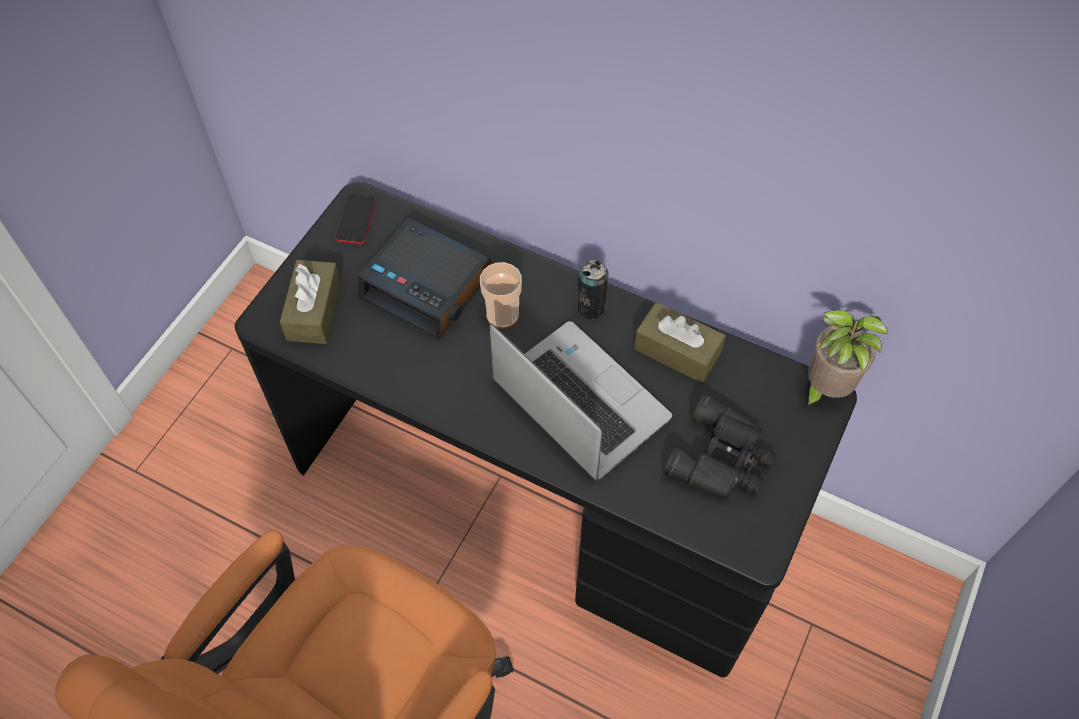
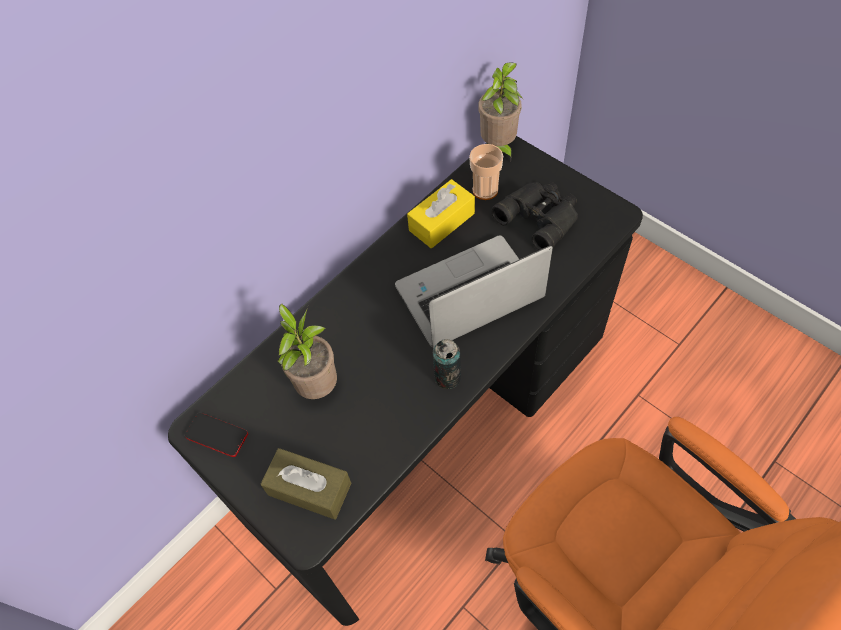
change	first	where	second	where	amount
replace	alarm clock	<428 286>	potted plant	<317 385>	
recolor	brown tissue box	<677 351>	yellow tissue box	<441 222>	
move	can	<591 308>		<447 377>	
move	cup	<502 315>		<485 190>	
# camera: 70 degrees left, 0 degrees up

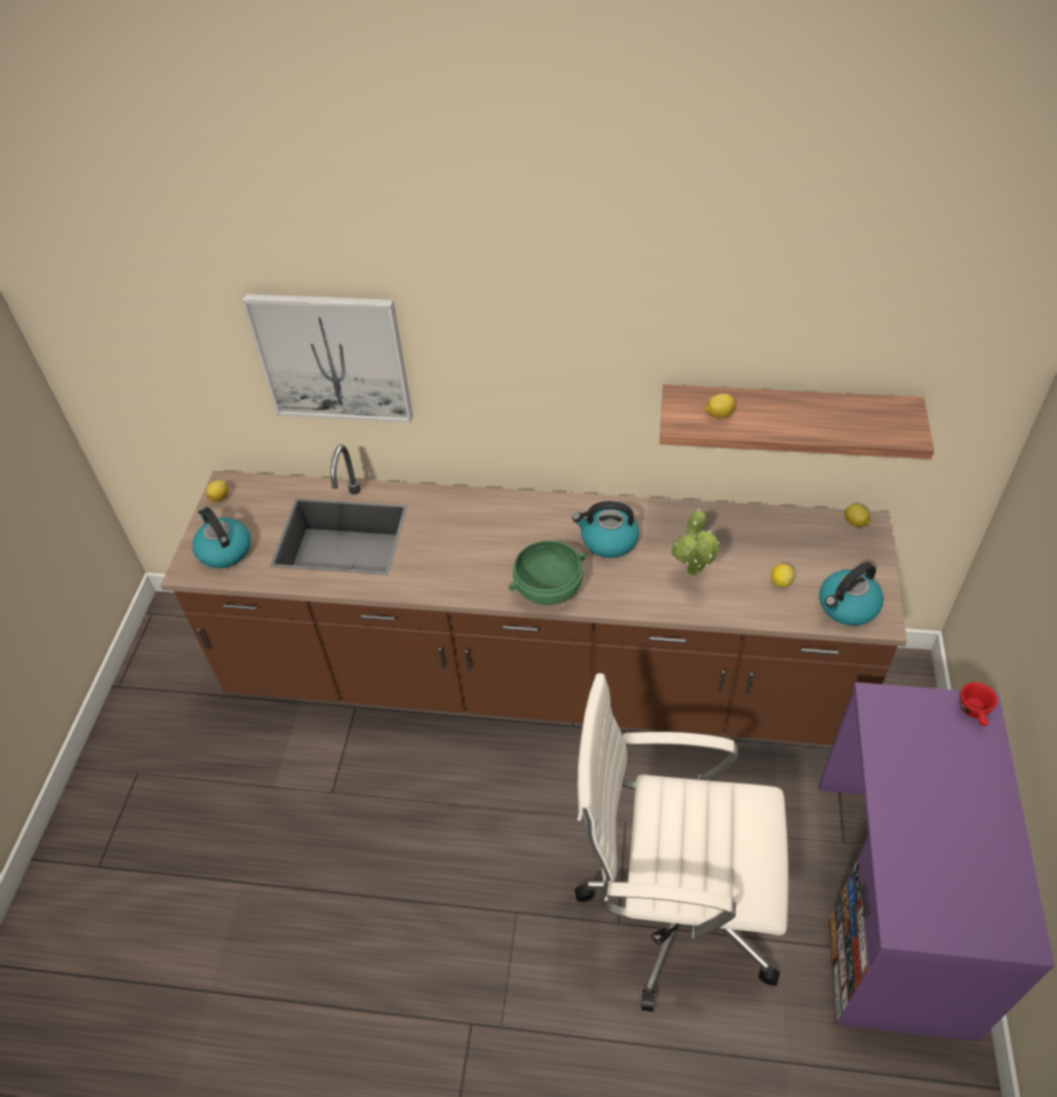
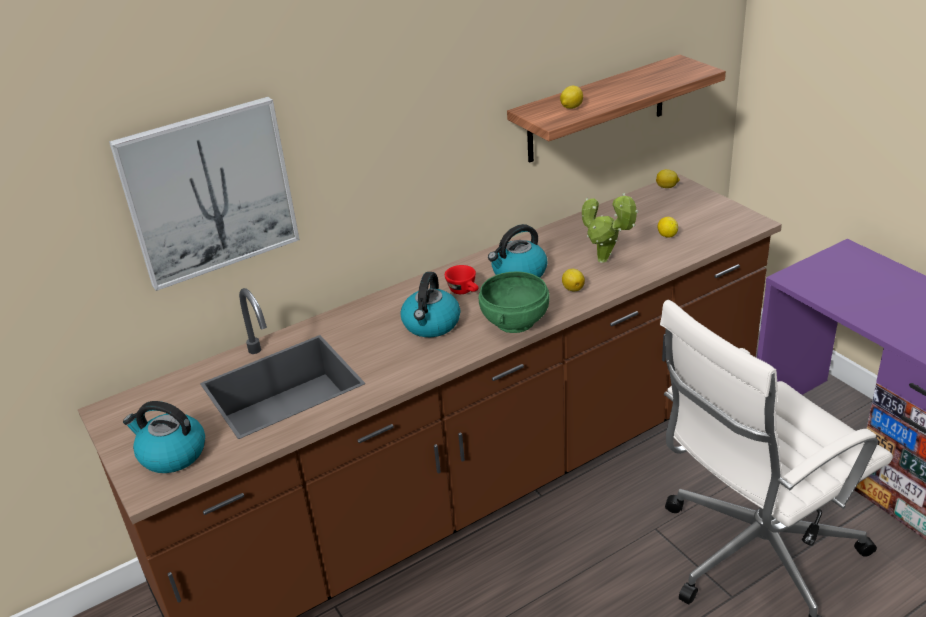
change	first	where	second	where	amount
move	kettle	<847 607>		<431 325>	
move	red cup	<975 713>		<465 291>	
move	lemon	<220 497>		<573 288>	
# camera: 40 degrees left, 15 degrees down

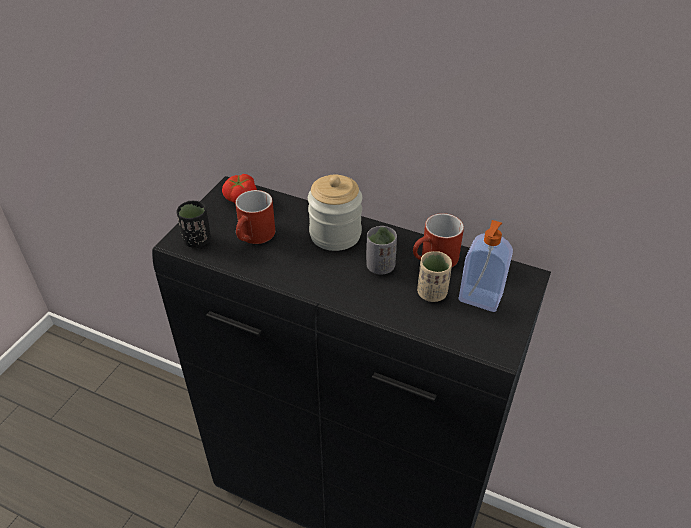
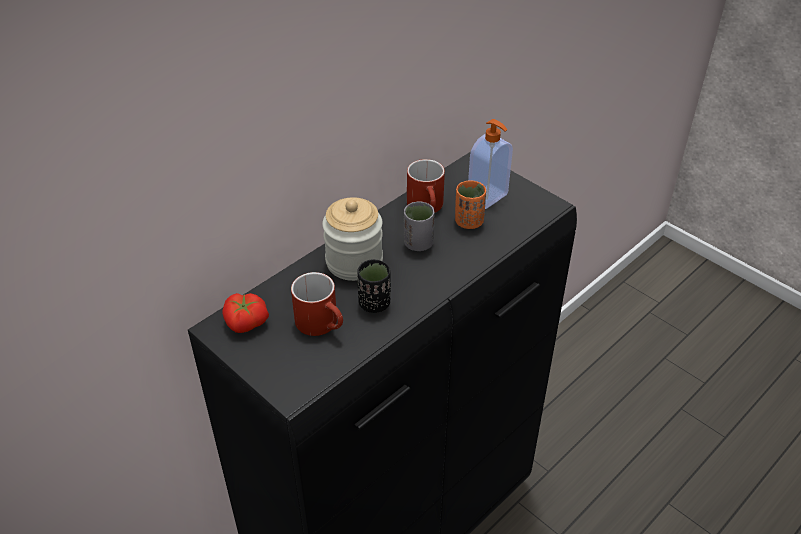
change	first	where	second	where	amount
move	black cup	<197 240>		<374 303>	
recolor	beige cup	<432 293>	orange cup	<469 222>	
# camera: 70 degrees left, 0 degrees up

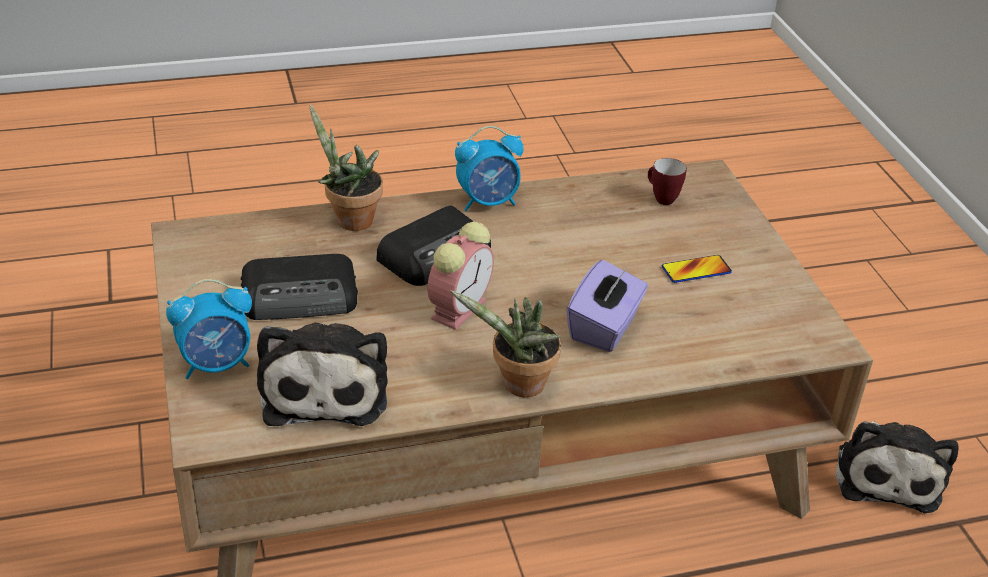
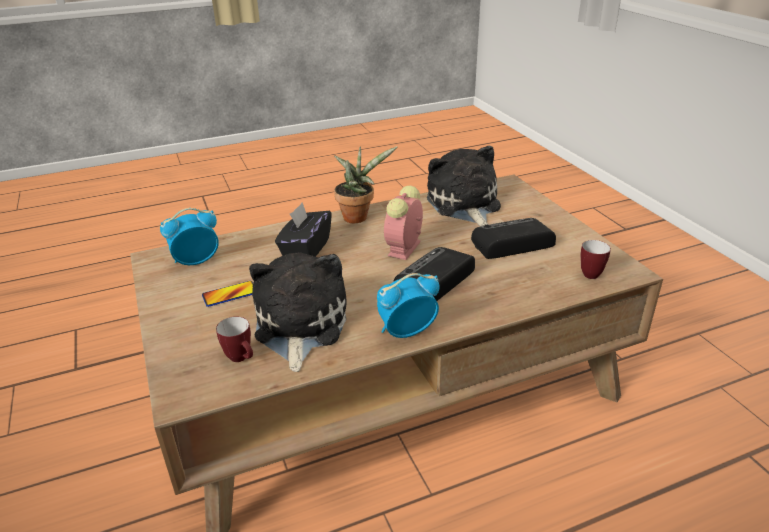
change	first	where	second	where	amount
move	alarm clock	<217 364>		<196 261>	
move	plush toy	<887 474>		<299 326>	
recolor	purple tissue box	<604 327>	black tissue box	<305 249>	
insert			mug	<590 273>	
delete	potted plant	<349 220>			
# camera: 175 degrees right, 5 degrees down

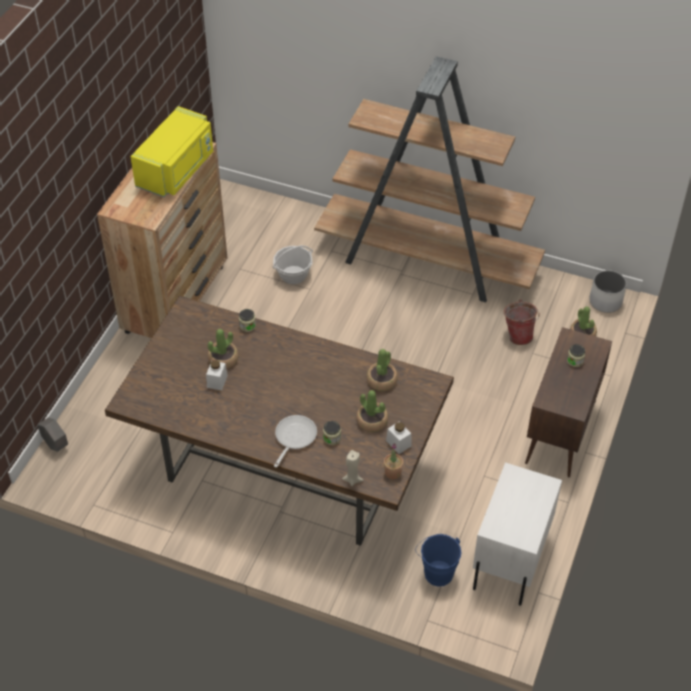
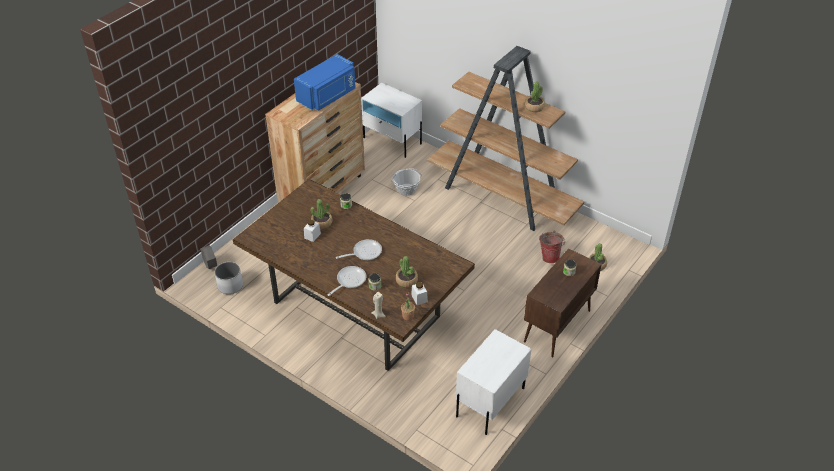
change	first	where	second	where	amount
move	white planter	<605 301>		<230 285>	
recolor	yellow microwave	<177 170>	blue microwave	<328 96>	
insert			frying pan	<364 252>	
insert			white nightstand	<392 141>	
move	potted plant	<382 381>		<534 107>	
delete	blue bucket	<436 571>			
# camera: 15 degrees right, 5 degrees down

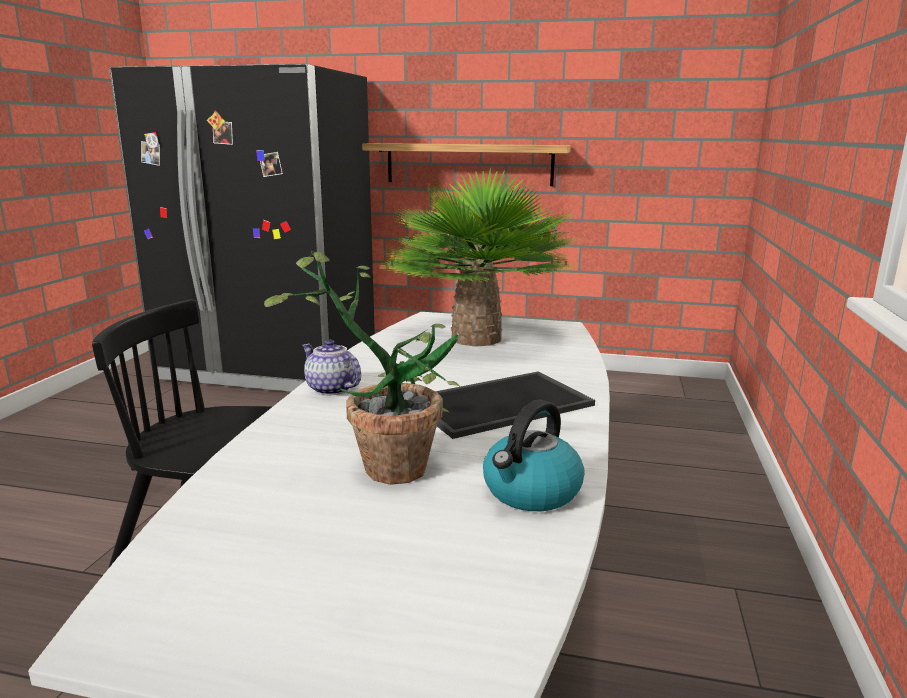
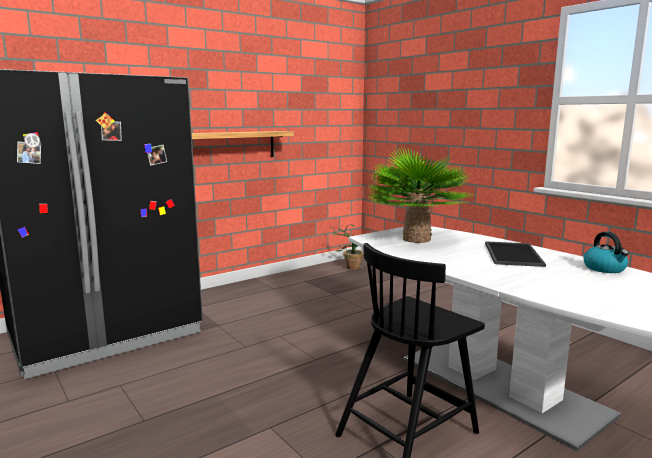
change	first	where	second	where	amount
move	potted plant	<384 463>		<349 267>	
delete	teapot	<330 389>			
# camera: 50 degrees left, 5 degrees down

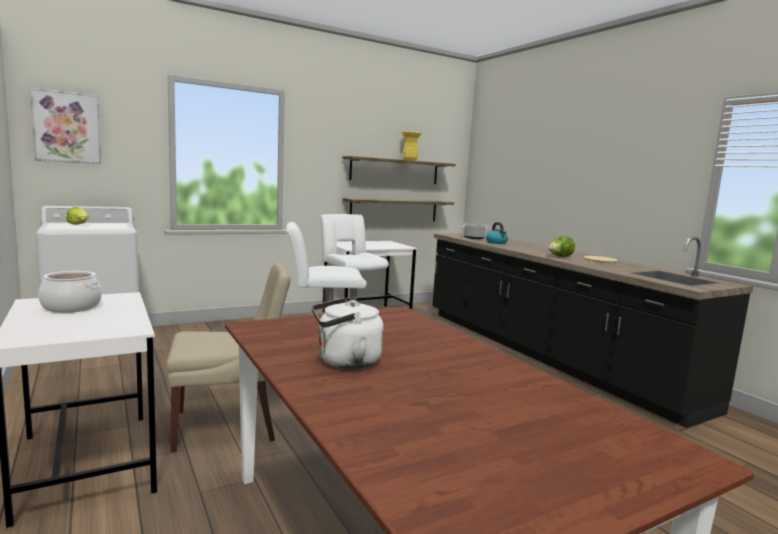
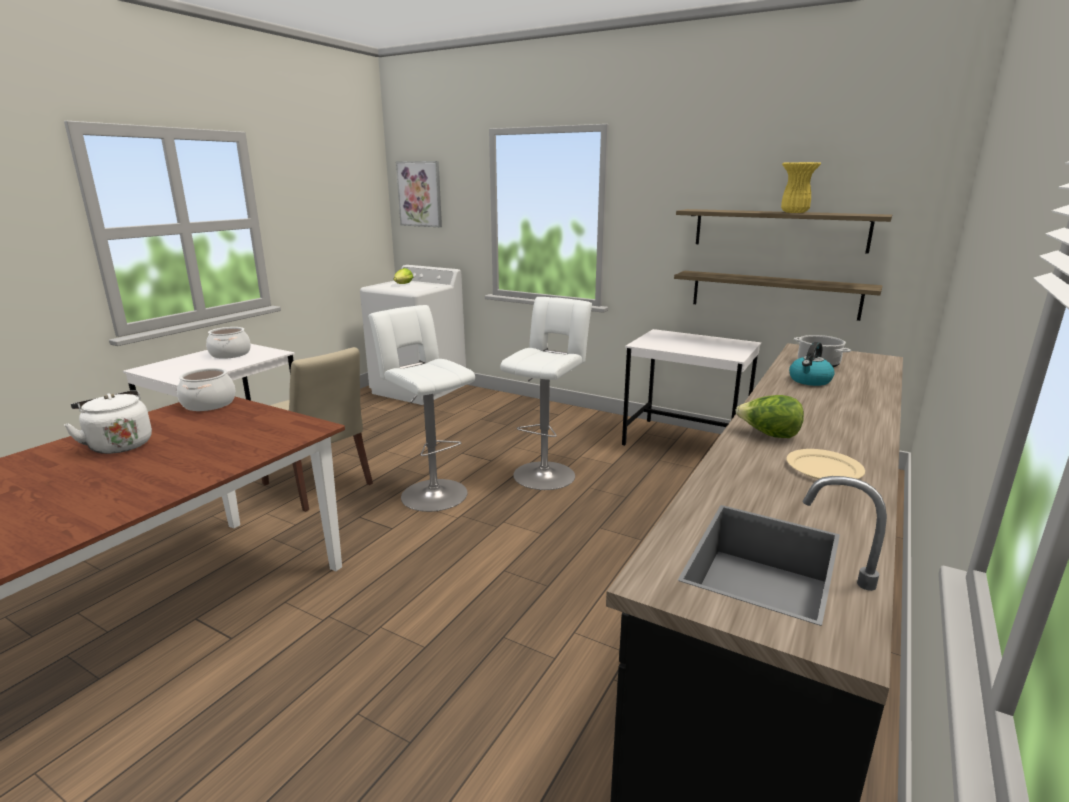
change	first	where	second	where	amount
insert			cooking pot	<209 404>	
# camera: 60 degrees right, 10 degrees up

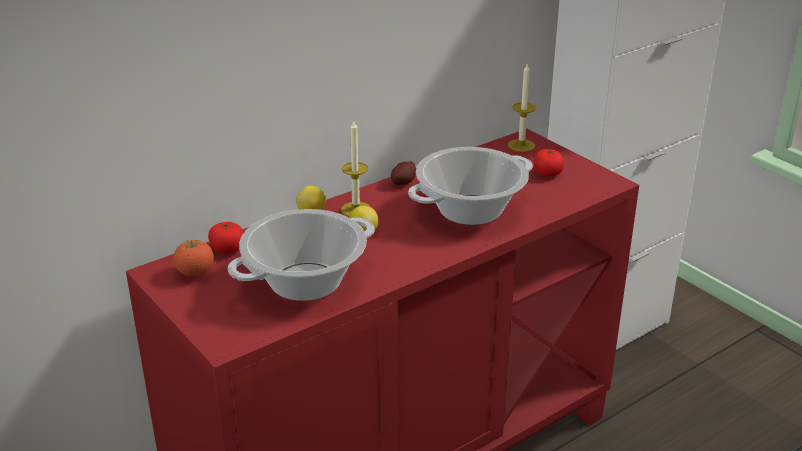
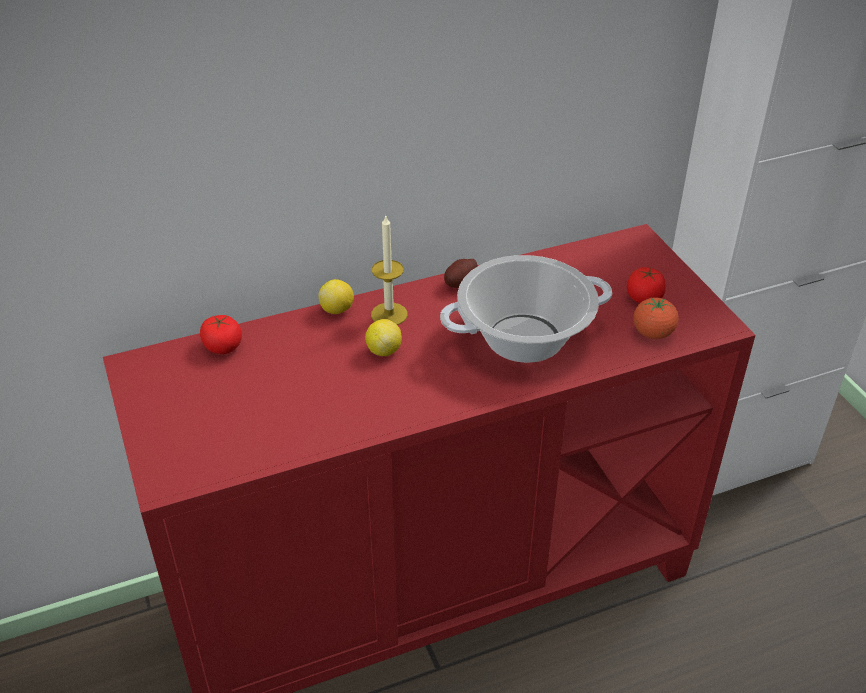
change	first	where	second	where	amount
move	tomato	<195 273>		<653 333>	
delete	cooking pot	<306 282>			
delete	candle	<521 145>			
# camera: 15 degrees right, 10 degrees up

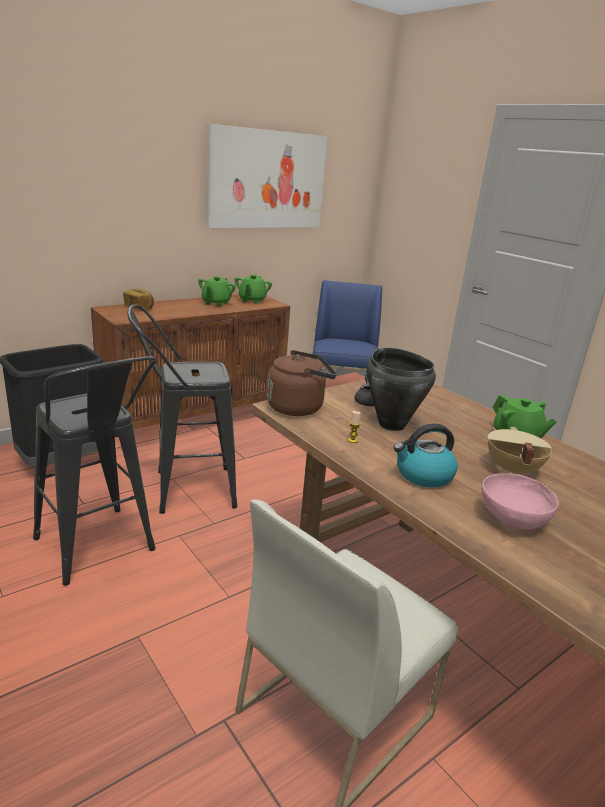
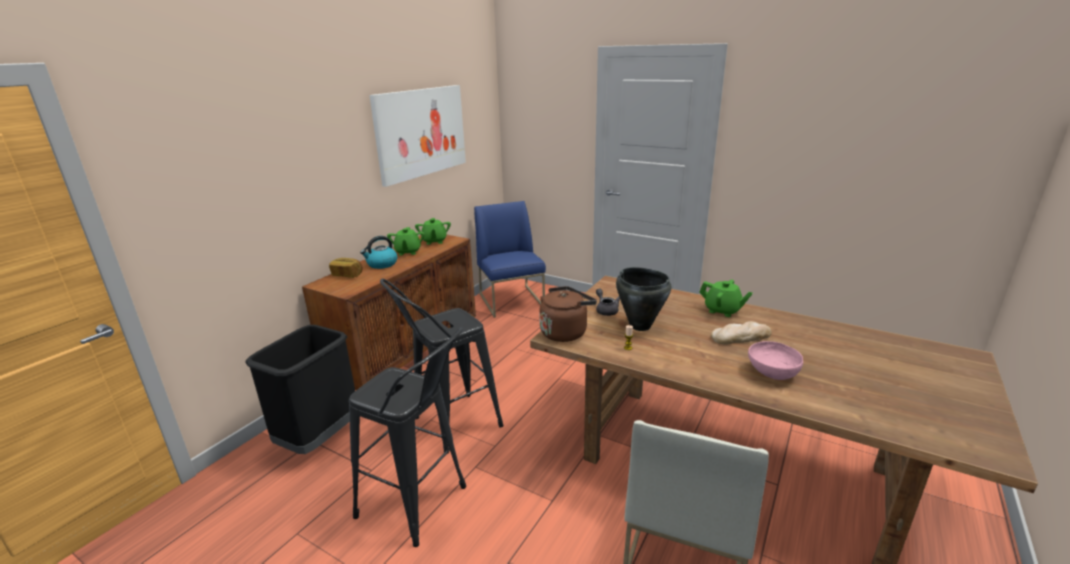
change	first	where	second	where	amount
move	kettle	<423 475>		<381 264>	
replace	beige cooking pot	<511 470>	bread	<740 336>	
# camera: 20 degrees left, 0 degrees up

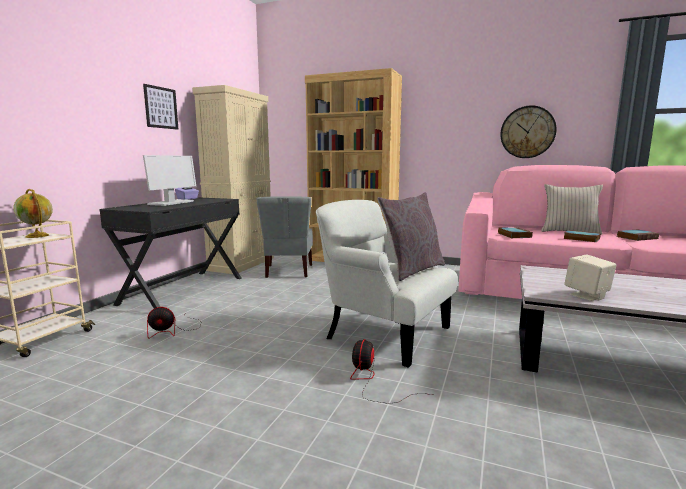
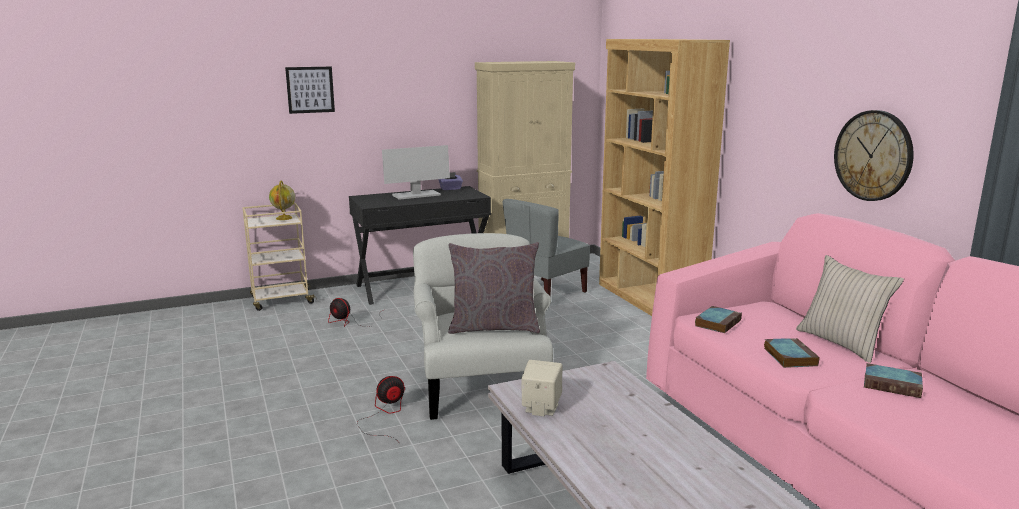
change	first	where	second	where	amount
move	picture	<161 107>		<310 89>	
# camera: 45 degrees right, 5 degrees up

